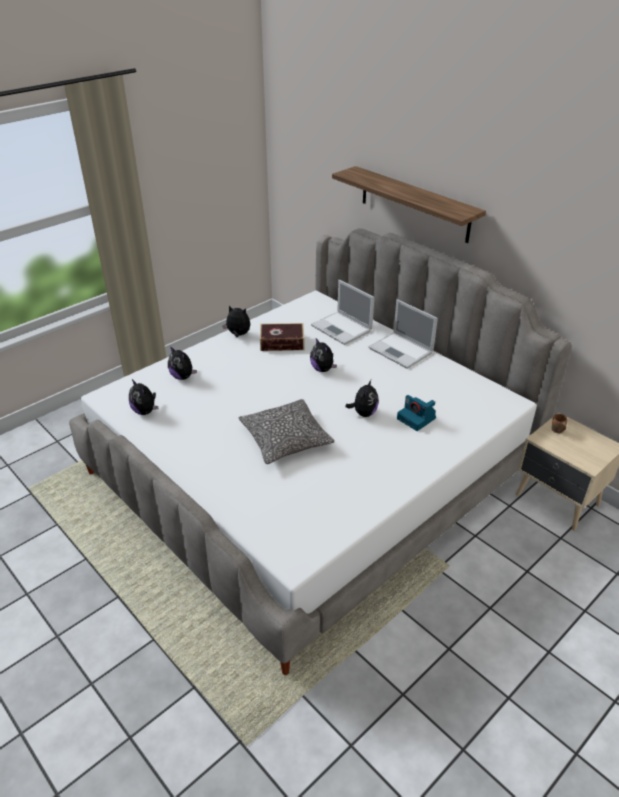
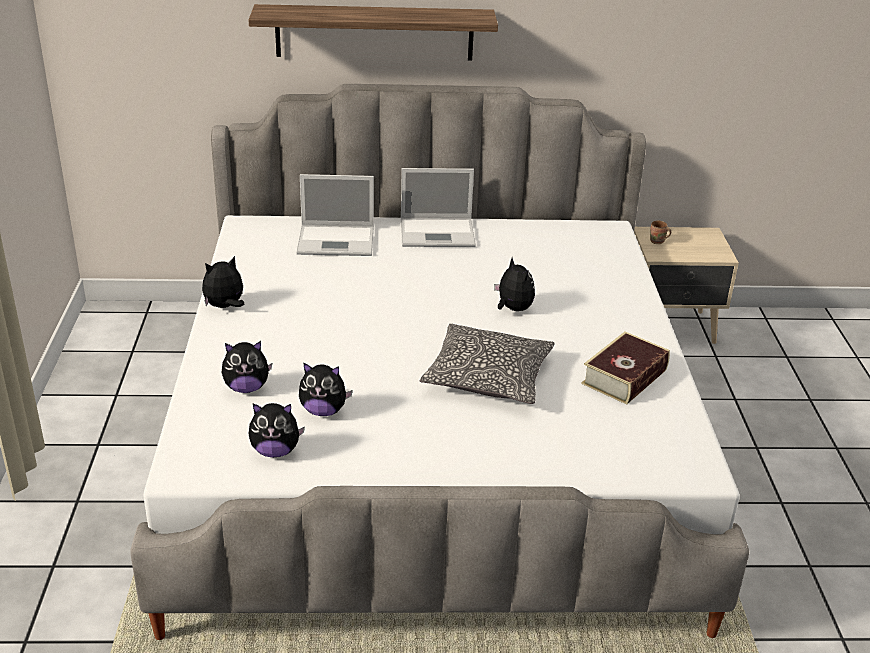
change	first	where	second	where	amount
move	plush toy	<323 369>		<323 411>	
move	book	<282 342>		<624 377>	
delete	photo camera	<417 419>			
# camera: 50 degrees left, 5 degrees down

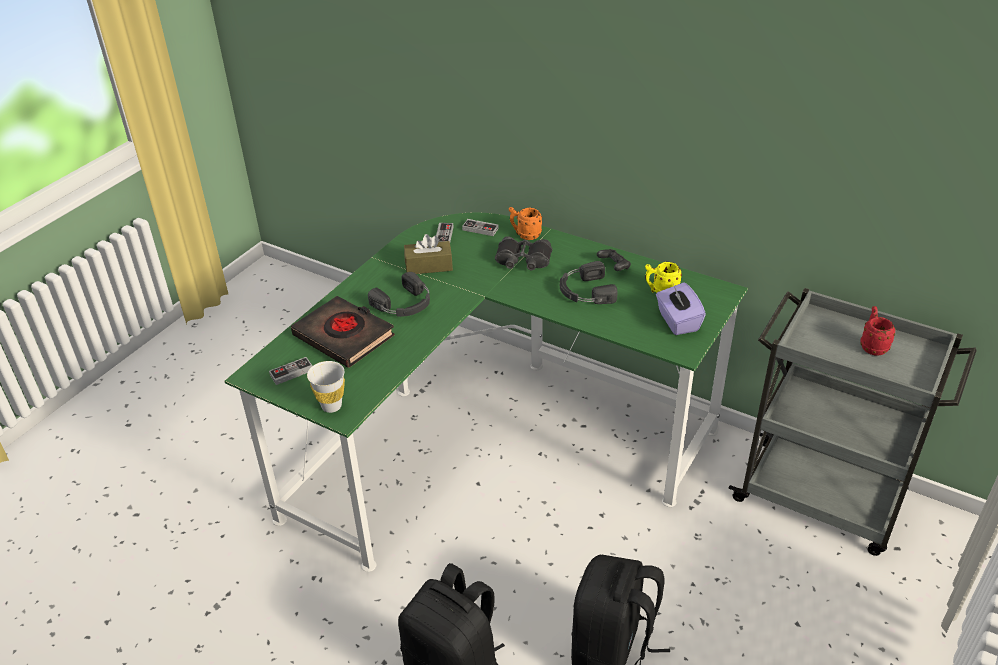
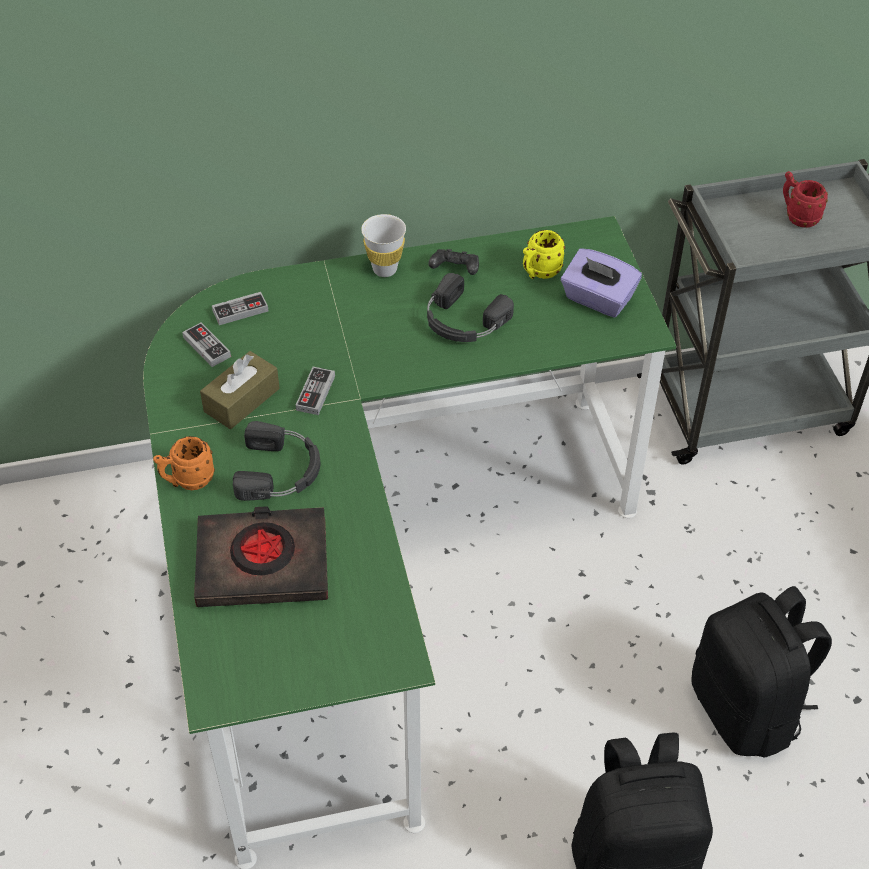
change	first	where	second	where	amount
move	orange mug	<525 235>		<187 481>	
move	game controller	<291 372>		<315 393>	
move	white cup	<331 406>		<385 269>	
delete	black binoculars	<523 260>			
# camera: 45 degrees left, 10 degrees up

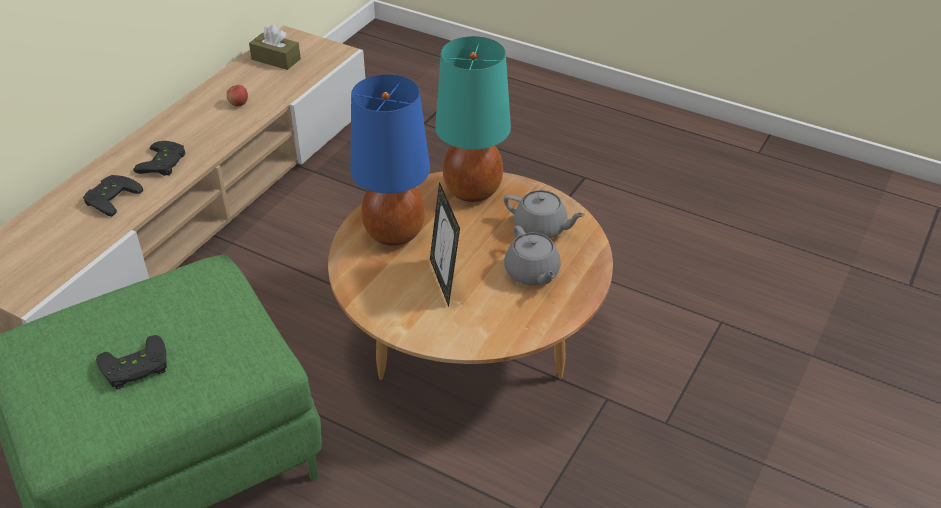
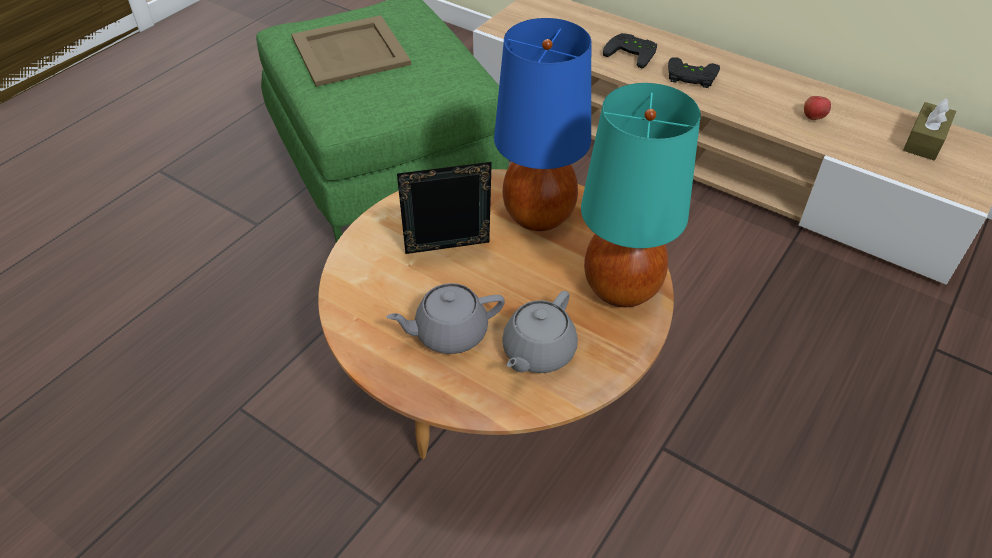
change	first	where	second	where	amount
replace	black game controller	<135 369>	beige tray	<349 51>	
# camera: 95 degrees right, 5 degrees up

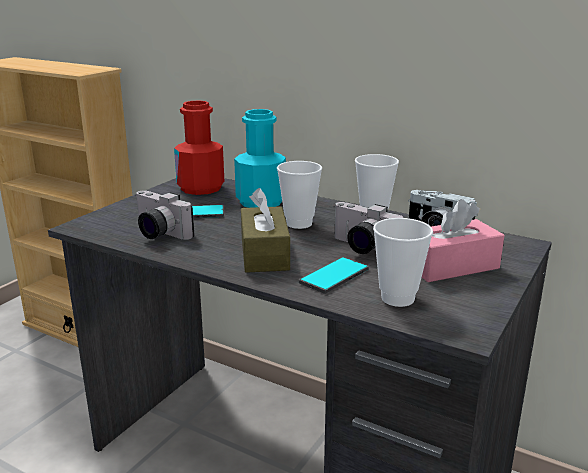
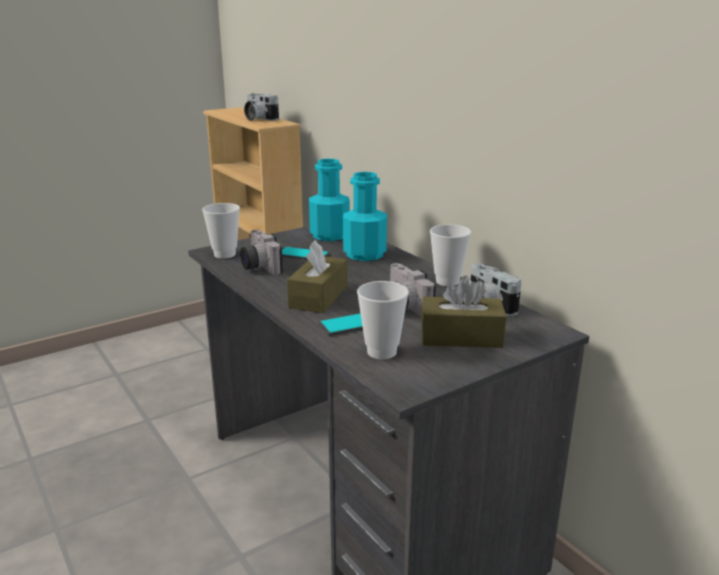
change	first	where	second	where	amount
move	cup	<299 223>		<225 254>	
insert			photo camera	<258 119>	
recolor	red bottle	<201 188>	turquoise bottle	<329 235>	
recolor	pink tissue box	<451 266>	brown tissue box	<461 337>	
# camera: 25 degrees right, 0 degrees up

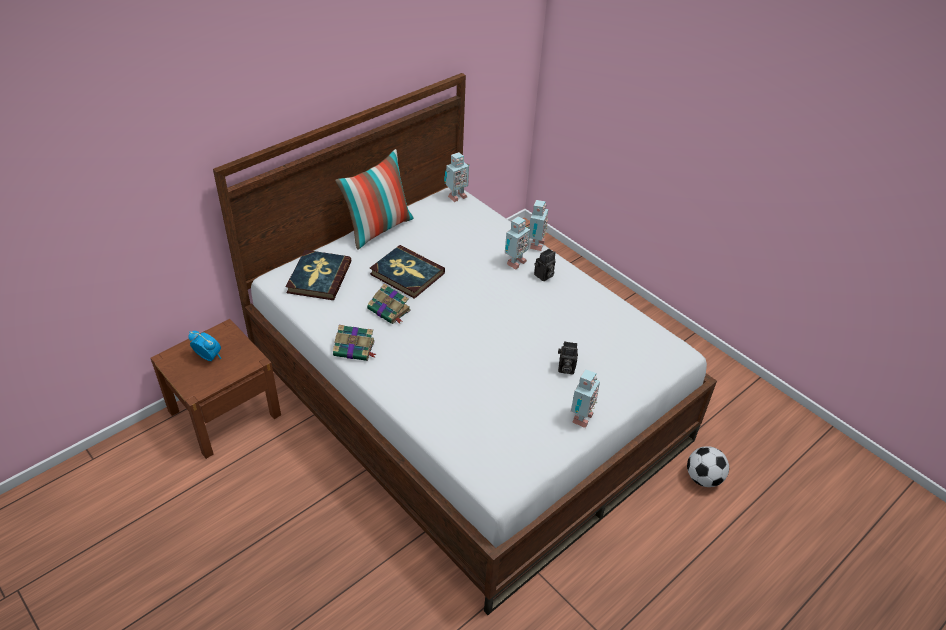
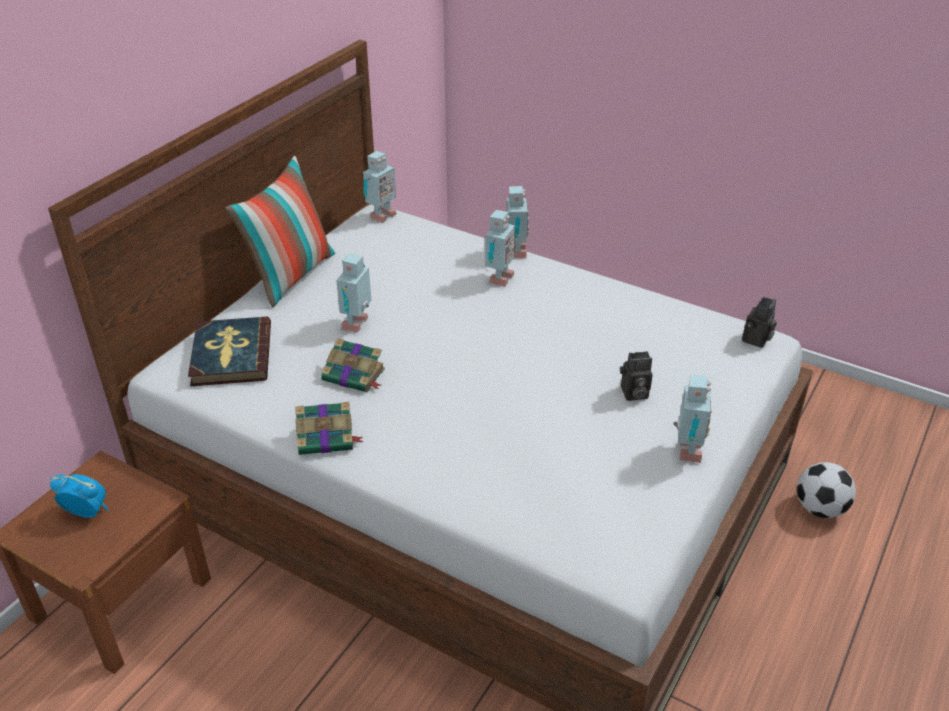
change	first	where	second	where	amount
replace	book	<407 274>	toy robot	<358 324>	
move	photo camera	<543 276>		<756 340>	
# camera: 15 degrees left, 5 degrees down

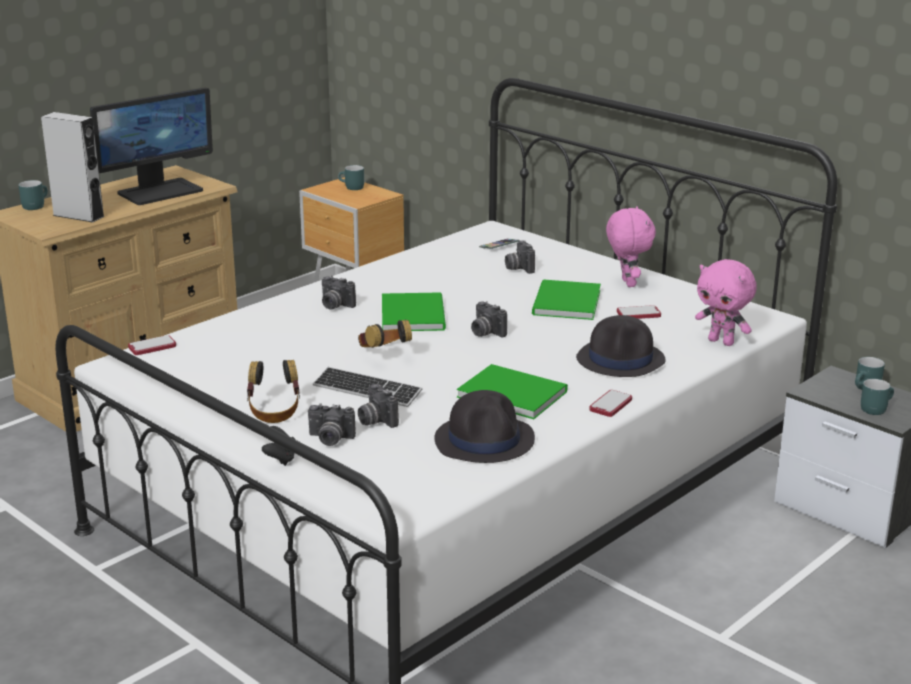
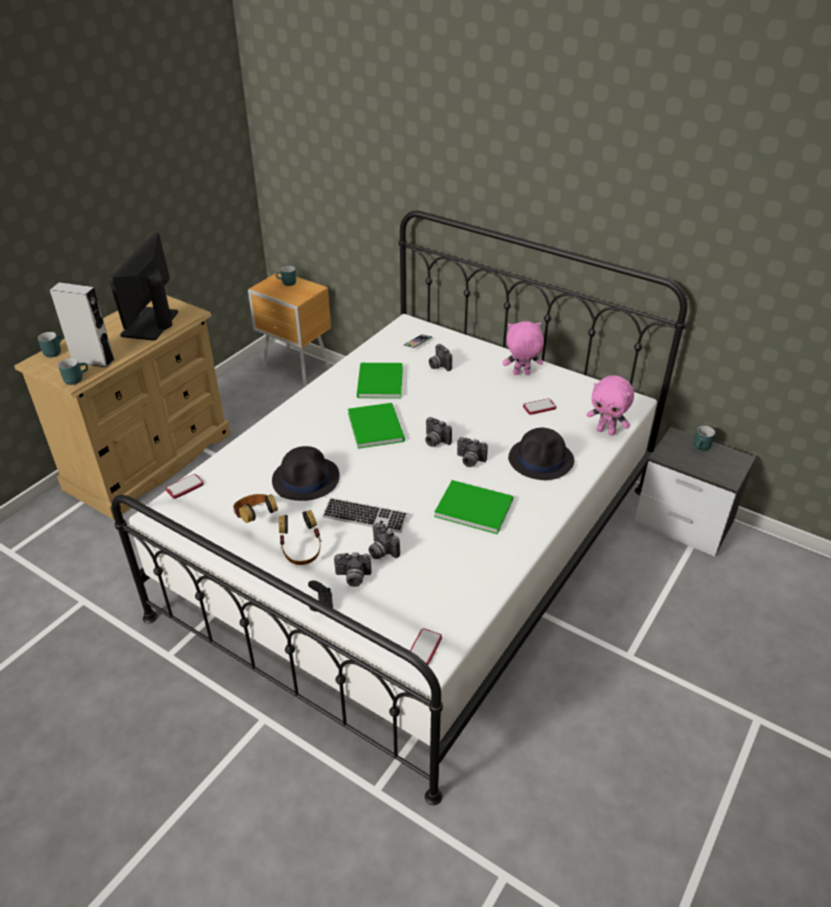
change	first	where	second	where	amount
move	turquoise mug	<875 408>		<76 378>	
rotate	monitor	<160 191>		<151 324>	150 degrees clockwise
move	headphones	<383 355>		<256 518>	
move	black hat	<485 440>		<306 479>	
move	green book	<564 303>		<378 383>	
move	phone	<610 405>		<424 648>	
move	photo camera	<334 305>		<469 461>	
rotate	pink plush toy	<626 283>		<521 374>	75 degrees counterclockwise
# camera: 10 degrees left, 15 degrees up

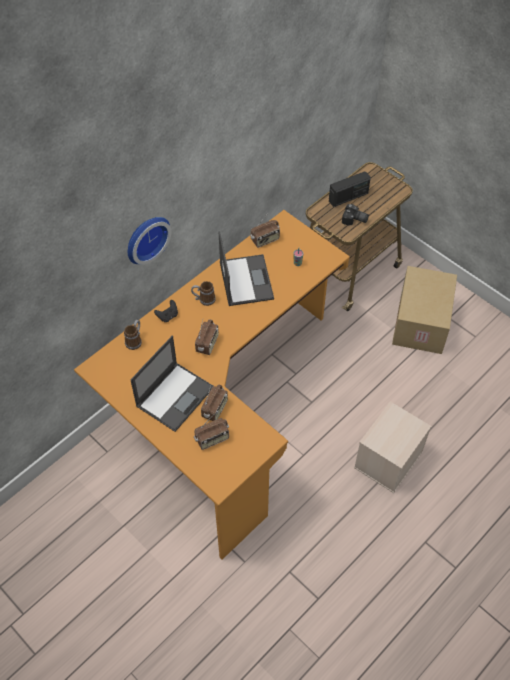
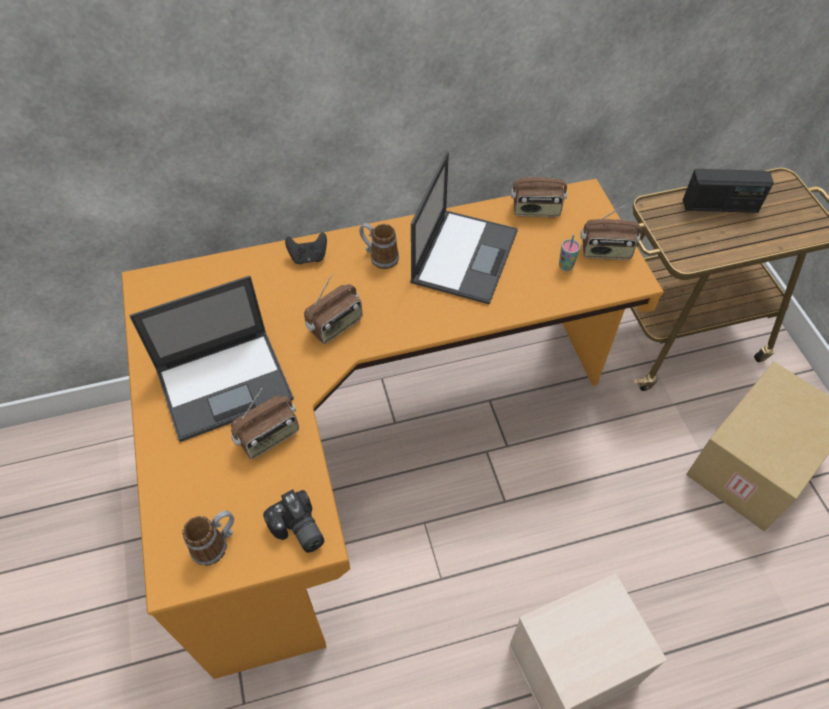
change	first	where	second	where	amount
move	mug	<135 340>		<216 544>	
move	photo camera	<354 220>		<297 531>	
move	radio	<212 439>		<605 252>	
delete	wall clock	<145 238>			
# camera: 30 degrees right, 0 degrees up

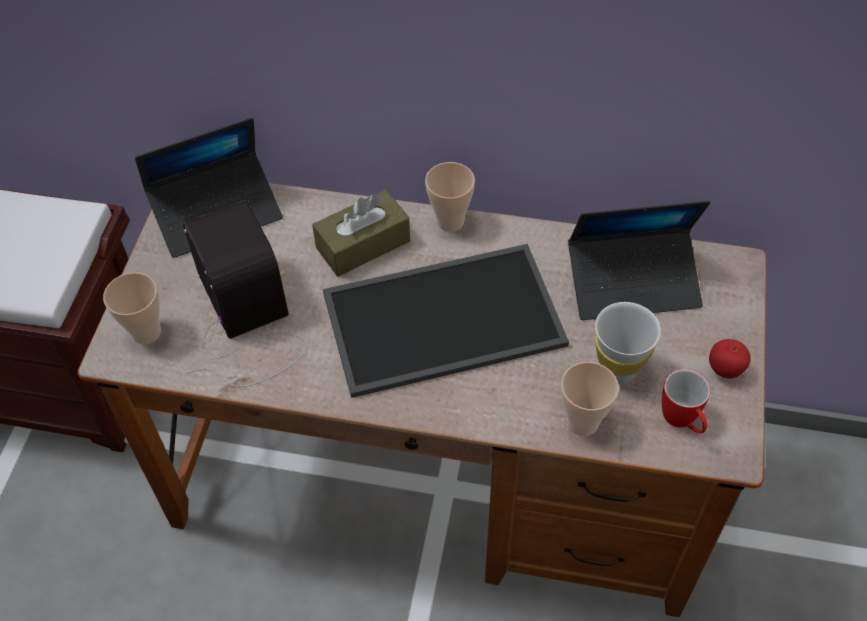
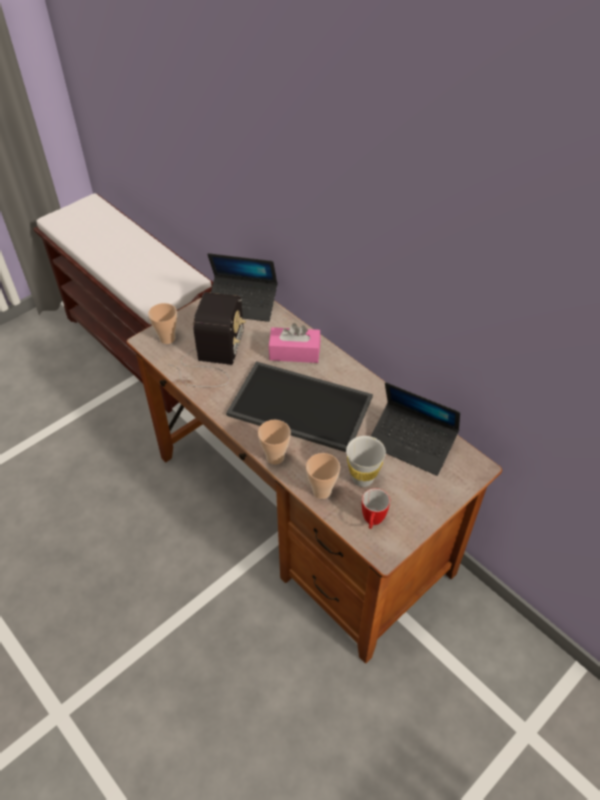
change	first	where	second	where	amount
move	cup	<450 221>		<275 457>	
recolor	brown tissue box	<363 244>	pink tissue box	<294 352>	
delete	apple	<725 370>			
# camera: 35 degrees right, 5 degrees down

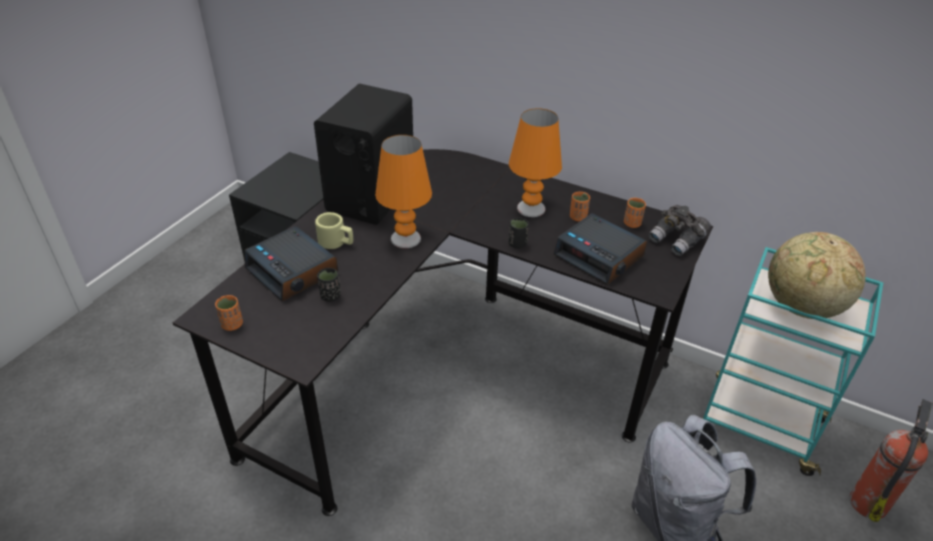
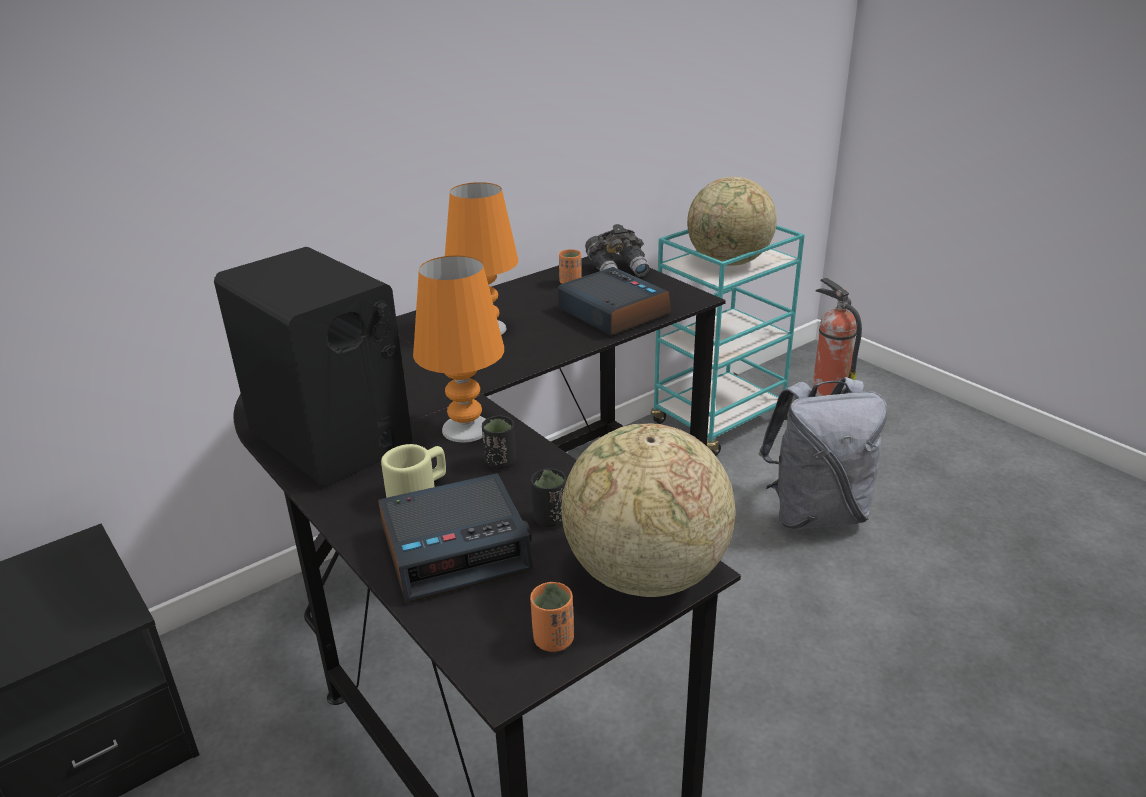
change	first	where	second	where	amount
move	black cup	<517 244>		<500 462>	
rotate	alarm clock	<600 256>		<612 312>	105 degrees counterclockwise
insert			globe	<644 575>	
delete	orange cup	<578 217>			
# camera: 65 degrees left, 10 degrees down

